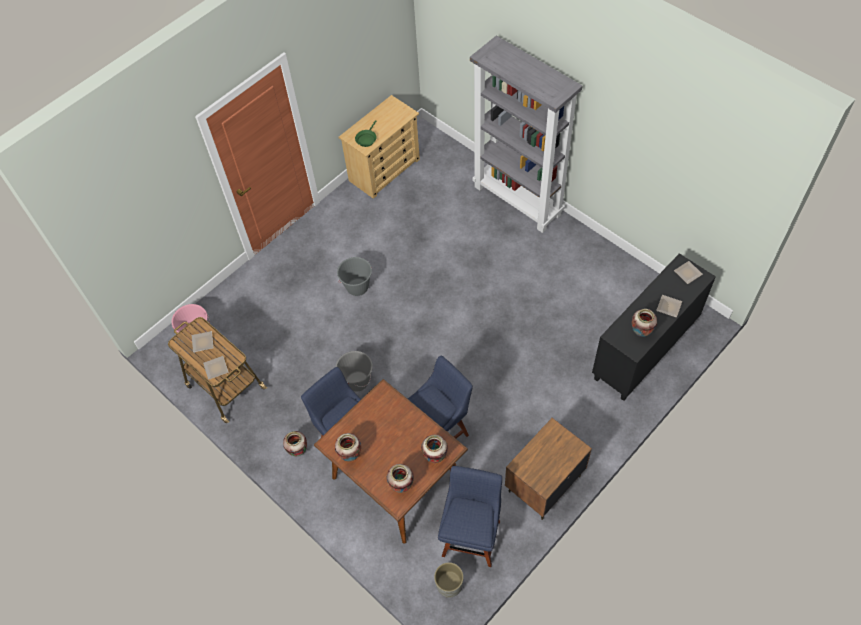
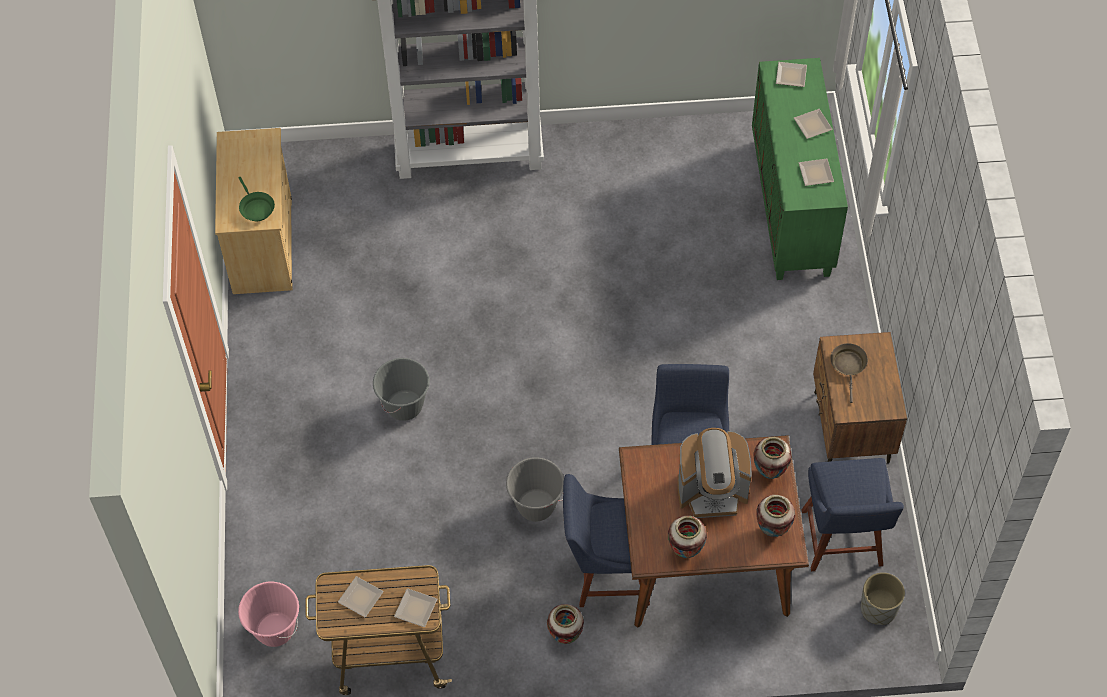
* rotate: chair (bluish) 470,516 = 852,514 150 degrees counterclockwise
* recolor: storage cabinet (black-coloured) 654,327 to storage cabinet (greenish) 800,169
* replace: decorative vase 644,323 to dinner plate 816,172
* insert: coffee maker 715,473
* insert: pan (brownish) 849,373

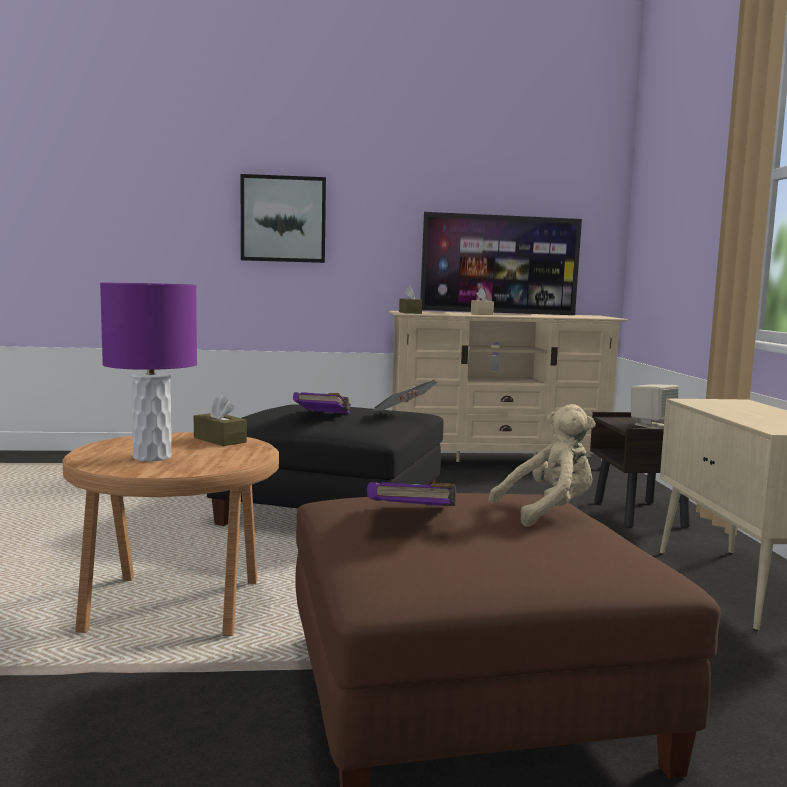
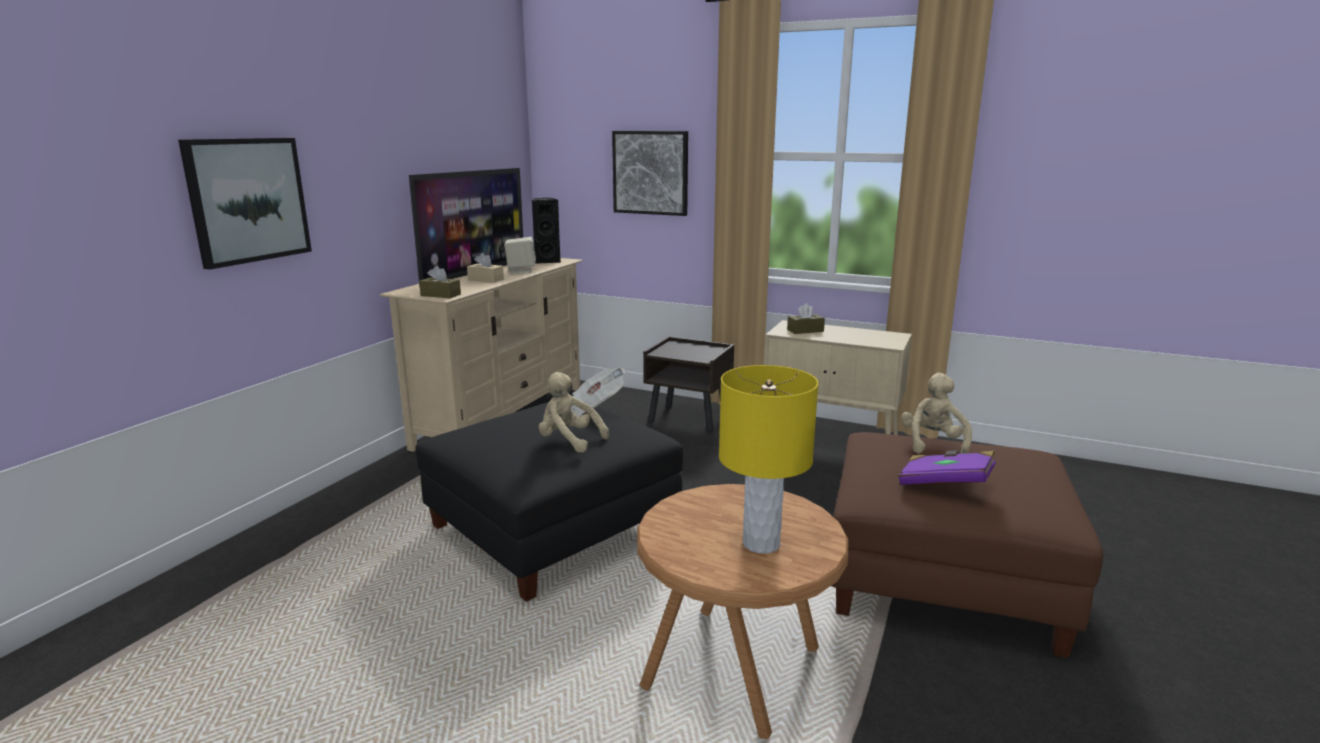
* recolor: table lamp (purple) 148,372 to table lamp (yellow-coloured) 768,459
* move: tissue box (brownish) 220,420 to 806,318
* replace: book (purple) 322,403 to plush toy (beige) 574,412
* move: loudspeaker (beige) 655,406 to 520,255
* insert: loudspeaker (black-coloured) 546,231
* insert: wall art 650,173

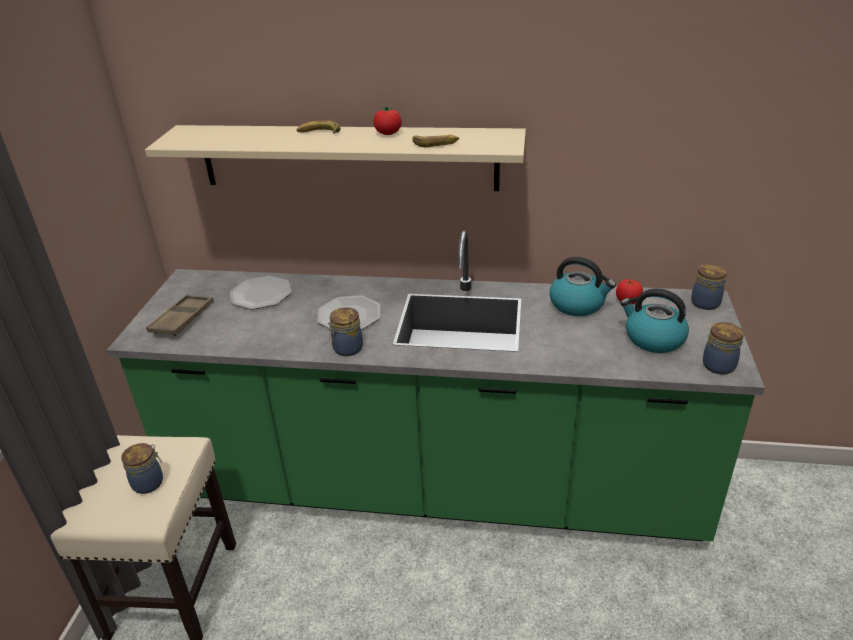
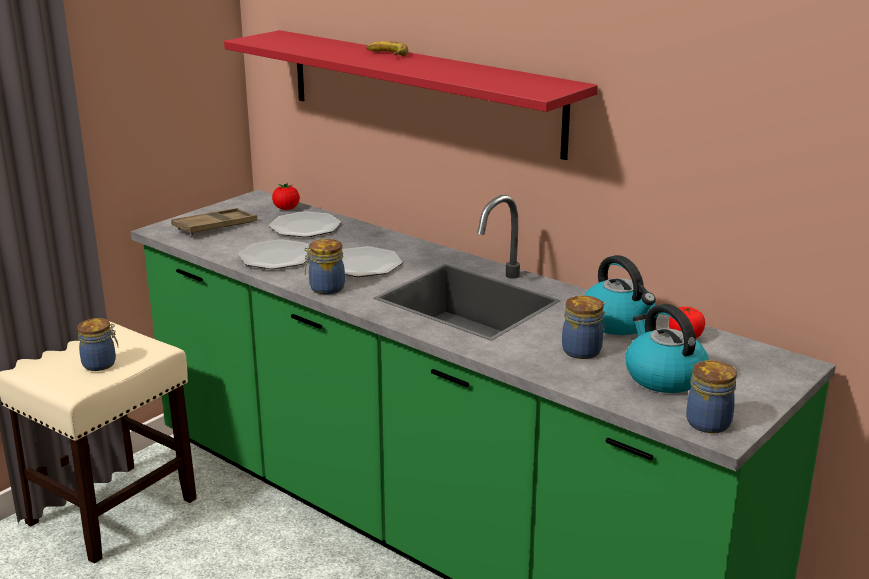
* recolor: bracket shelf (beige) 335,158 to bracket shelf (red) 411,95
* move: whole tomato 387,120 to 286,196
* delete: whole banana 435,141
* move: jar 709,287 to 583,327
* insert: dinner plate 274,254

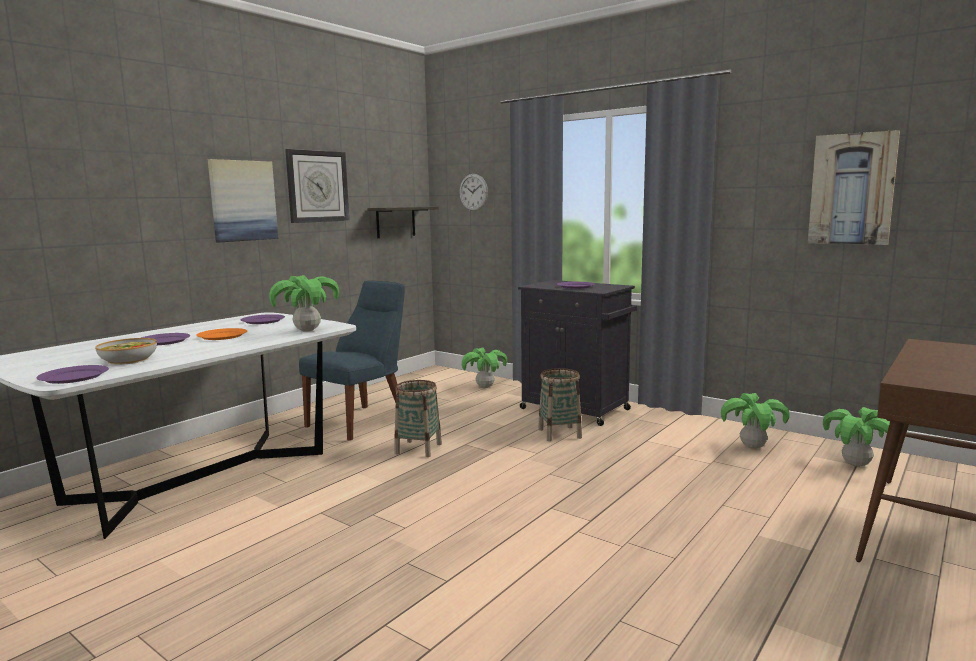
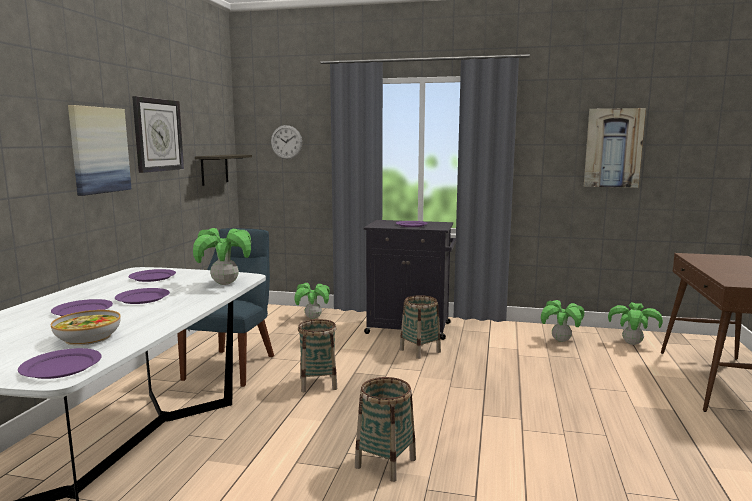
* recolor: dinner plate (orangey) 221,334 to dinner plate (purple) 142,296
* insert: household basket 385,429

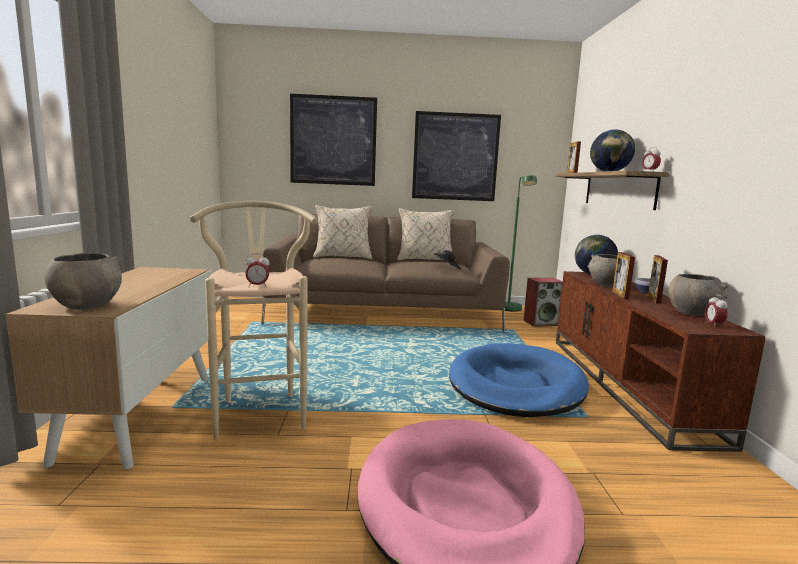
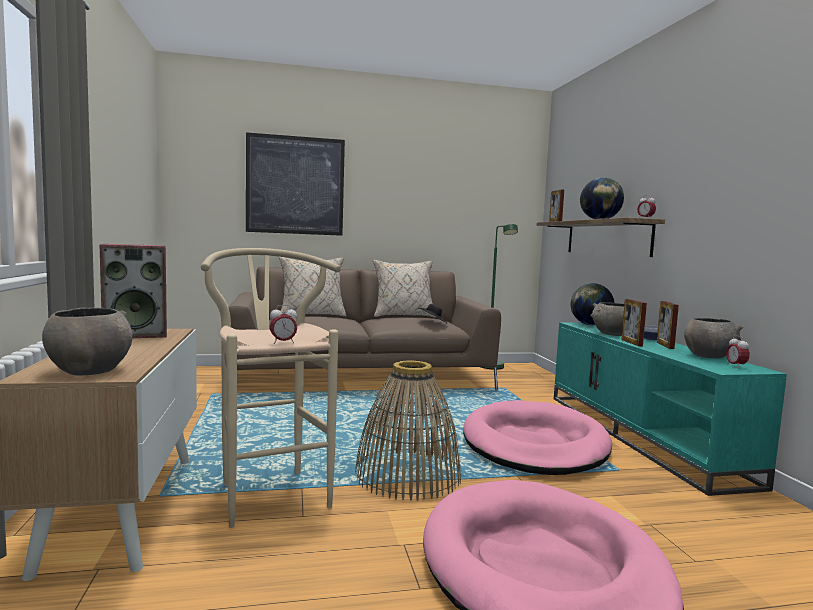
* delete: wall art 456,156
* recolor: dog bed (bluish) 519,380 to dog bed (pinkish) 537,437
* move: loudspeaker 543,302 to 133,291
* recolor: tv unit (brownish) 661,361 to tv unit (turquoise) 670,409
* insert: household basket 408,430

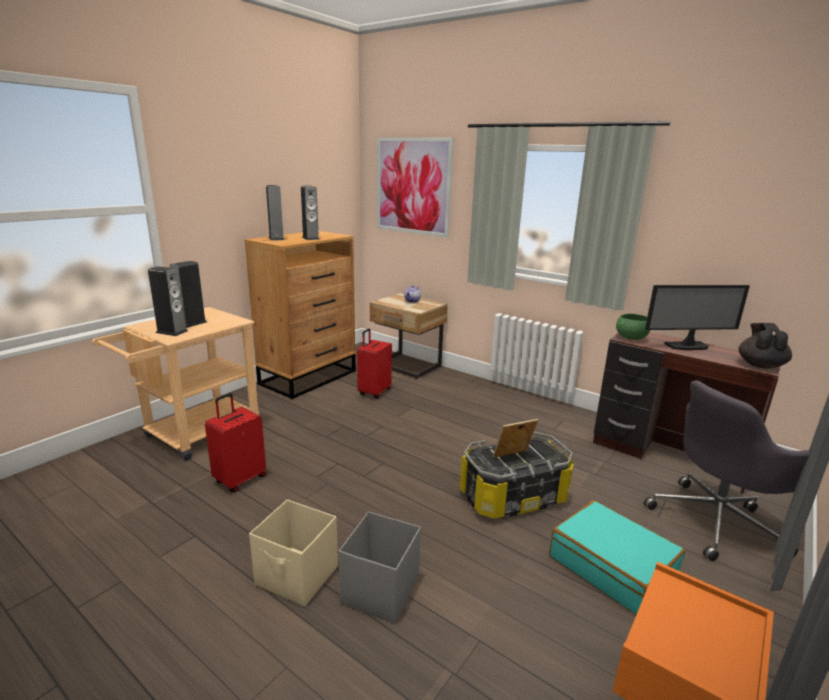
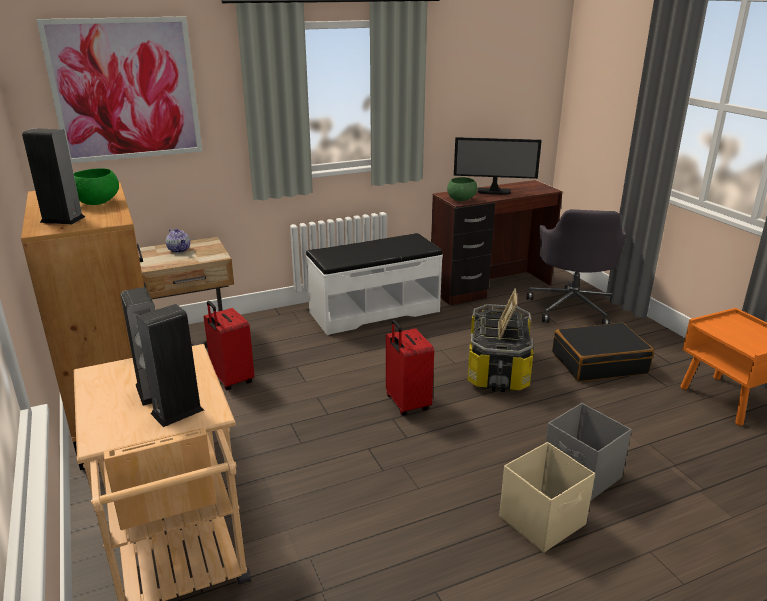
* move: travel case (red) 235,442 to 410,368
* replace: loudspeaker 310,212 to serving bowl (greenish) 96,187
* recolor: travel case (turquoise) 617,557 to travel case (black-coloured) 603,352
* rotate: computer display 697,317 = 498,166 75 degrees clockwise
* delete: tea pot (black-coloured) 765,346
* insert: long seat (white) 374,284

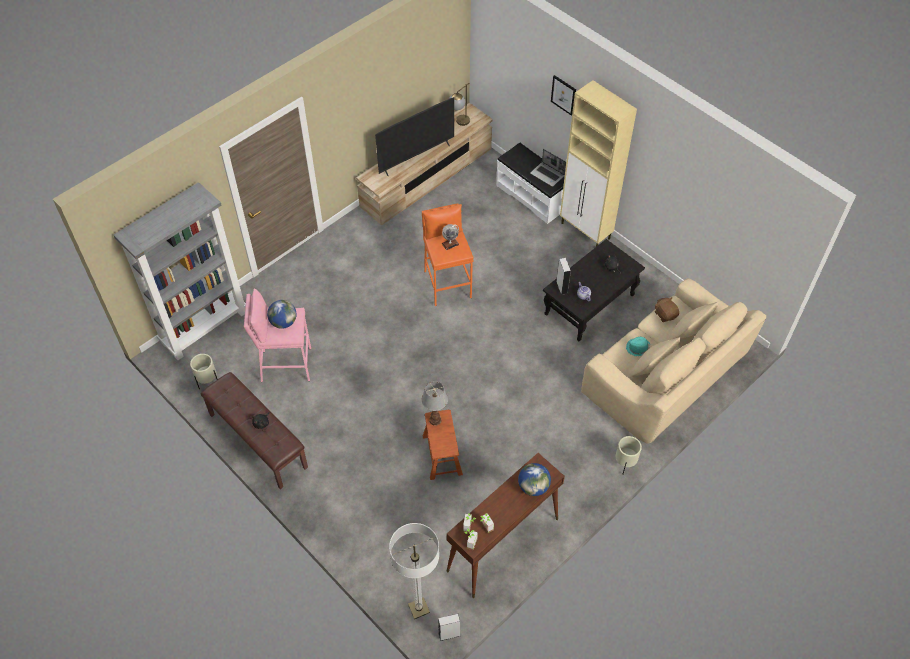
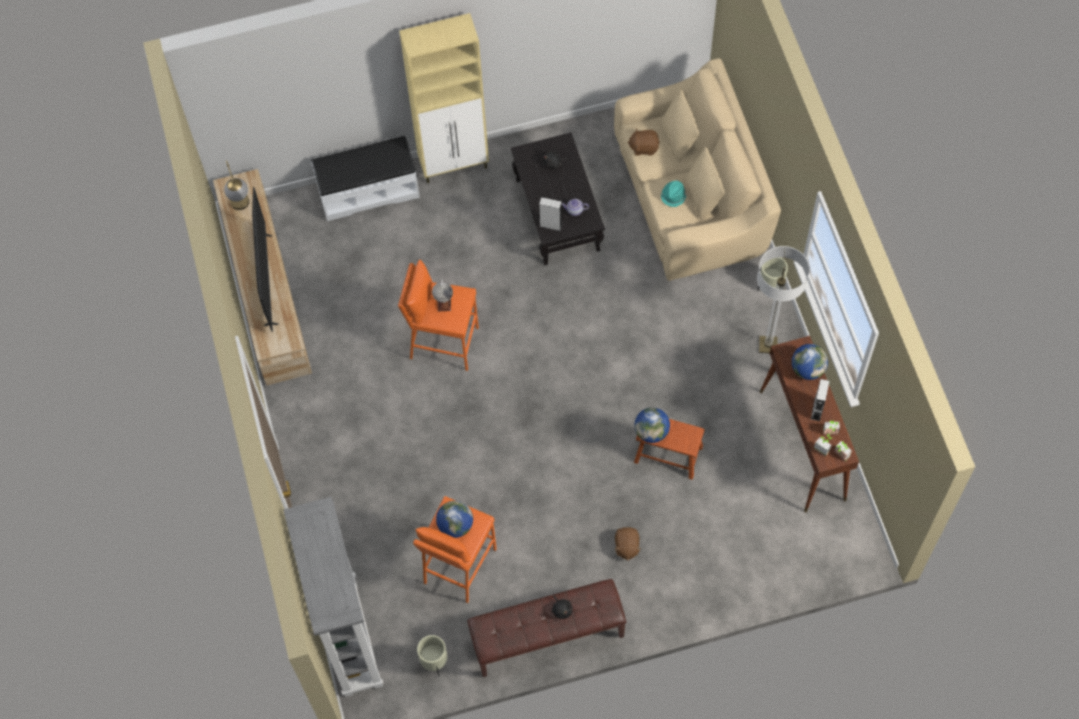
* recolor: stool (pinkish) 277,335 to stool (orangey) 455,549
* move: standing lamp 414,571 to 783,299
* replace: table lamp 435,403 to globe 652,425
* move: loudspeaker (gray) 449,627 to 820,400
* delete: laptop 548,168
* delete: wall art 563,95
* insert: plush toy (brownish) 628,544

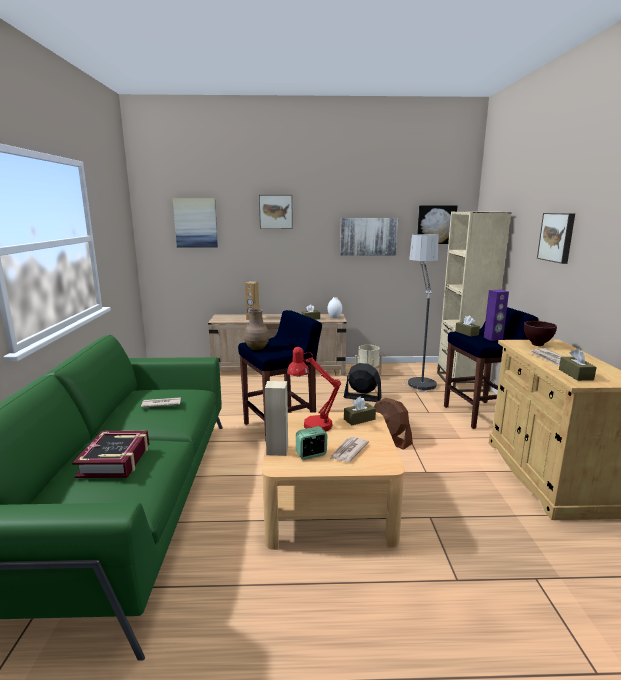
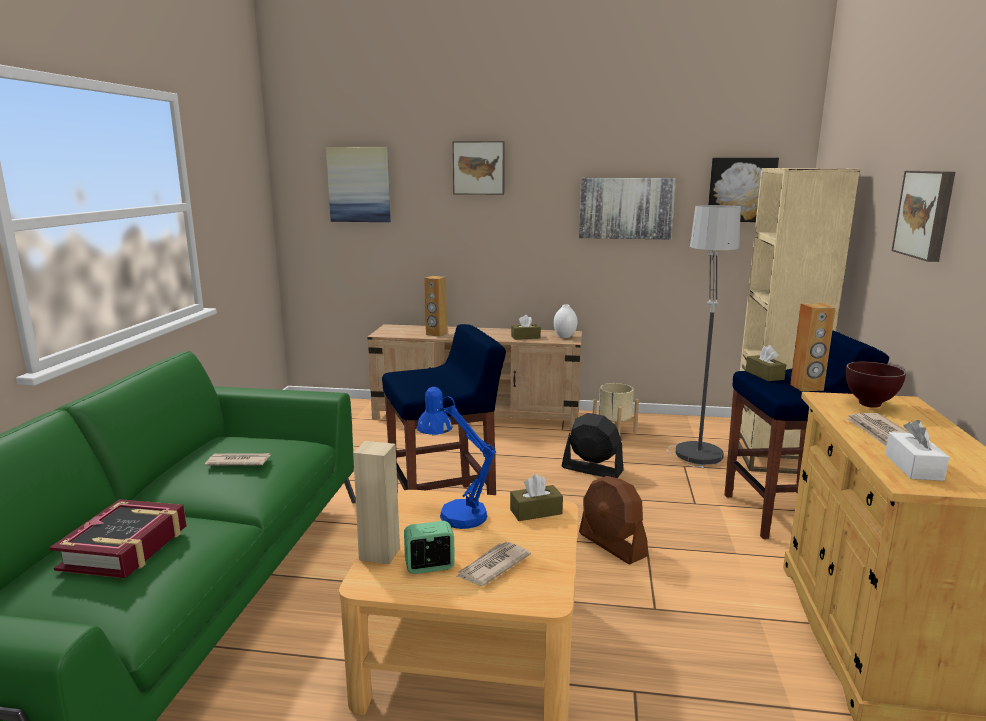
* delete: decorative vase (brownish) 256,329
* recolor: table lamp (red) 314,389 to table lamp (bluish) 456,458
* recolor: loudspeaker (purple) 496,315 to loudspeaker (brownish) 813,347
* recolor: tissue box (brownish) 578,365 to tissue box (white) 917,450

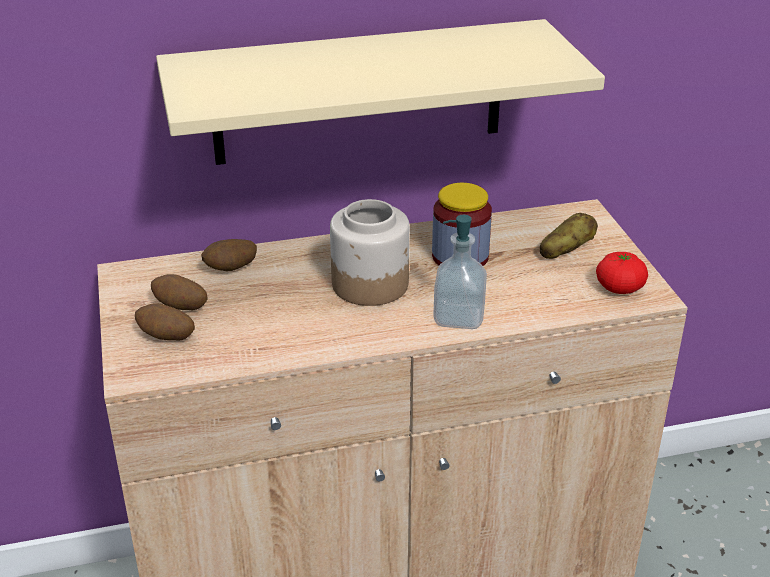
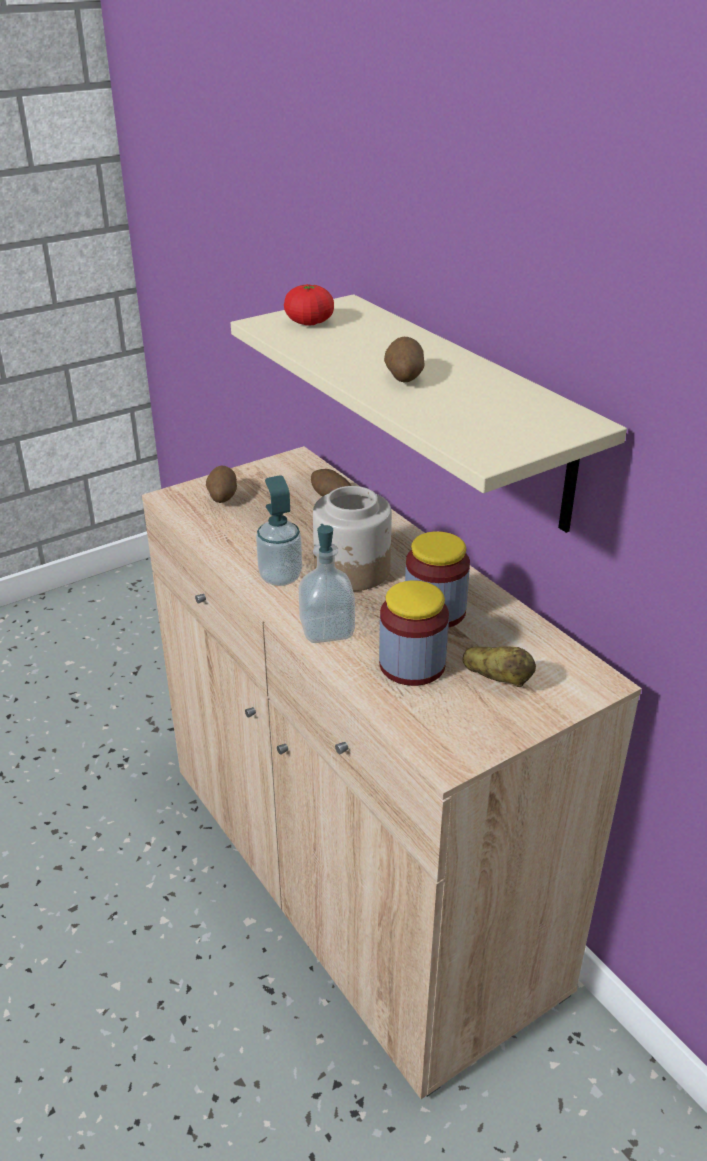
* move: spud 179,292 to 404,360
* move: whole tomato 622,273 to 309,305
* insert: liquid soap bottle 279,530
* insert: jar 414,633

